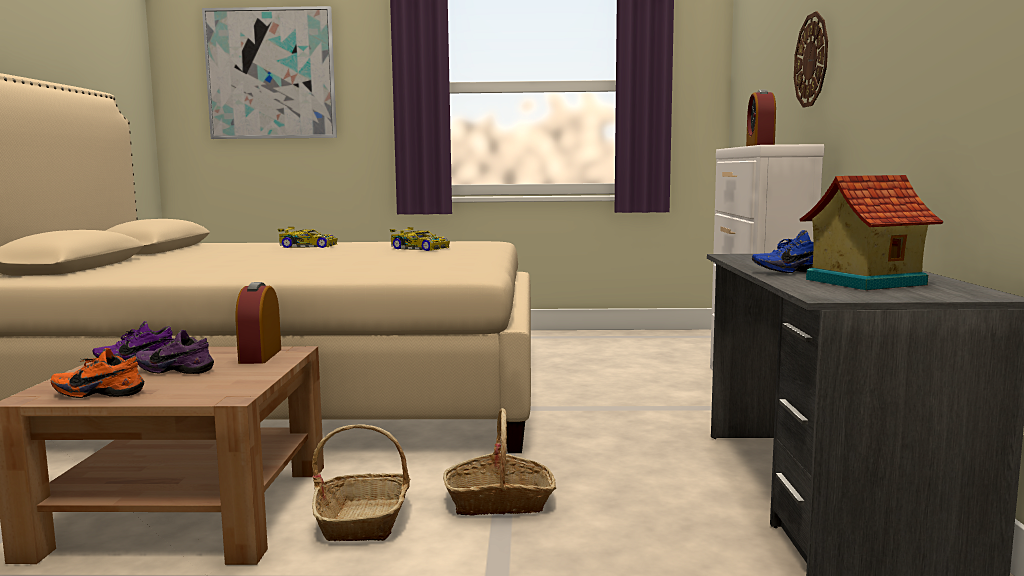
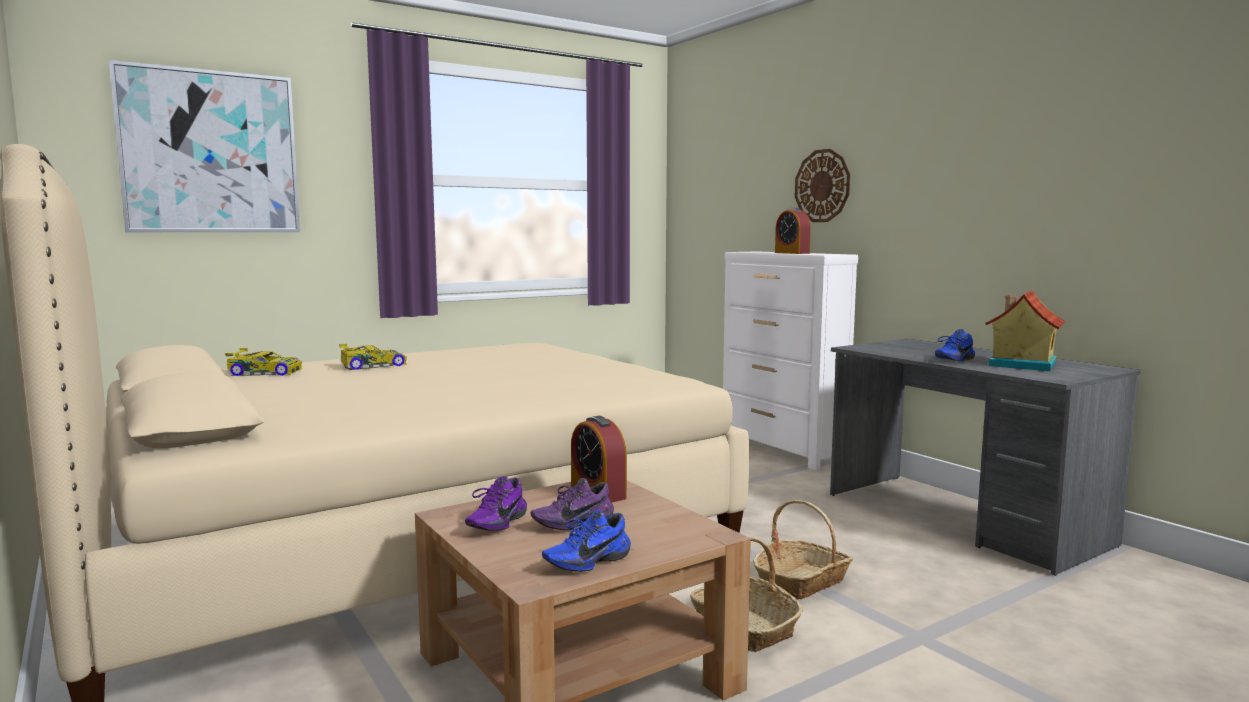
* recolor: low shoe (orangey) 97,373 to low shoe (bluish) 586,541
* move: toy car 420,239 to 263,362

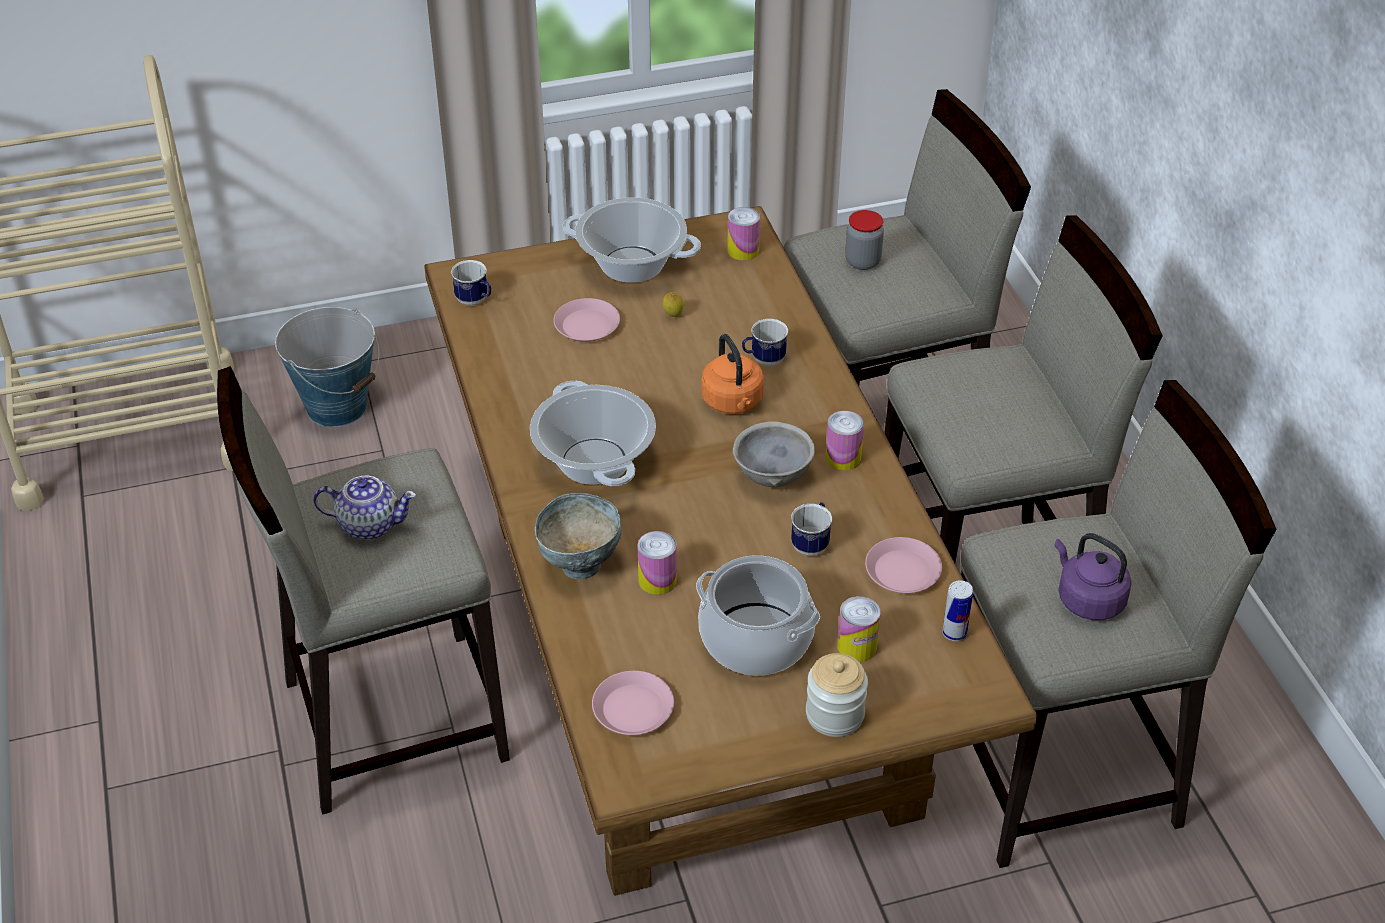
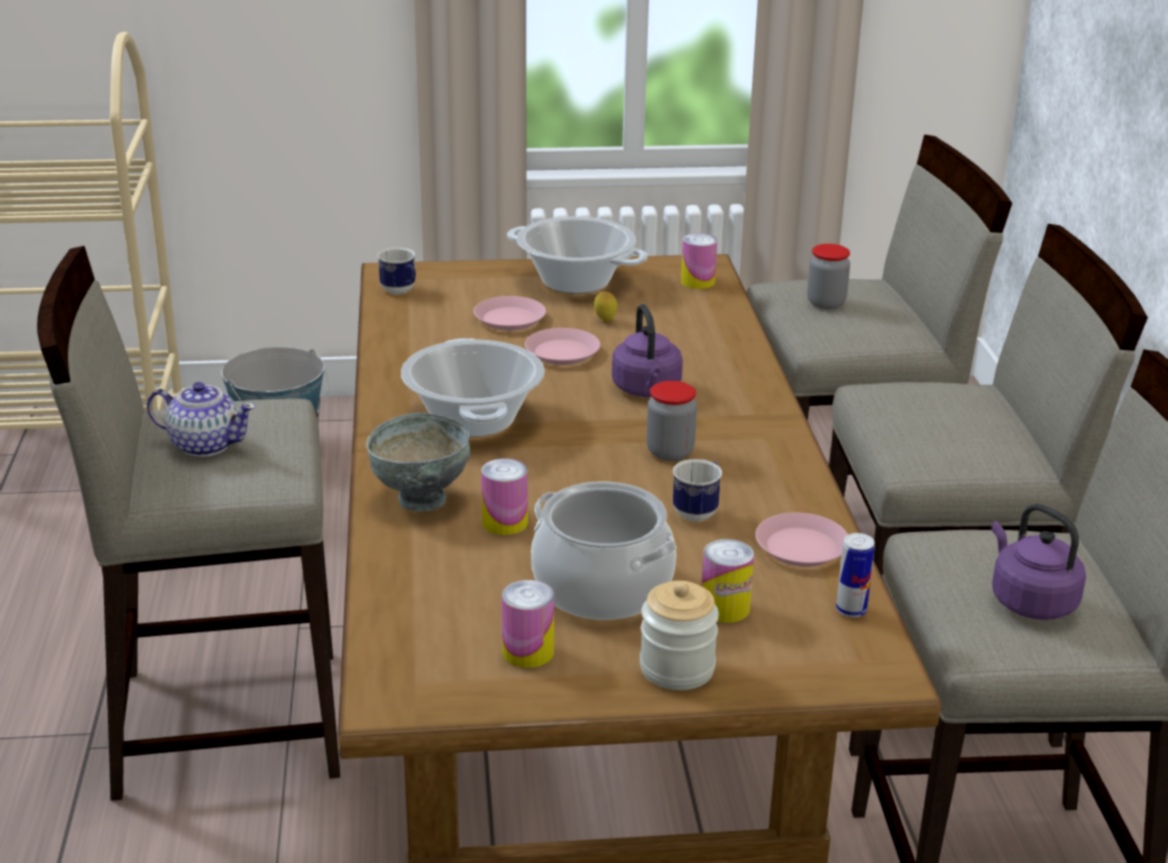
* move: dinner plate (pinkish) 633,703 to 562,346
* recolor: kettle (orangey) 733,374 to kettle (purple) 647,350
* replace: serving bowl (gray) 774,454 to jar 672,421
* delete: mug 765,342
* move: sealed can 844,441 to 528,624

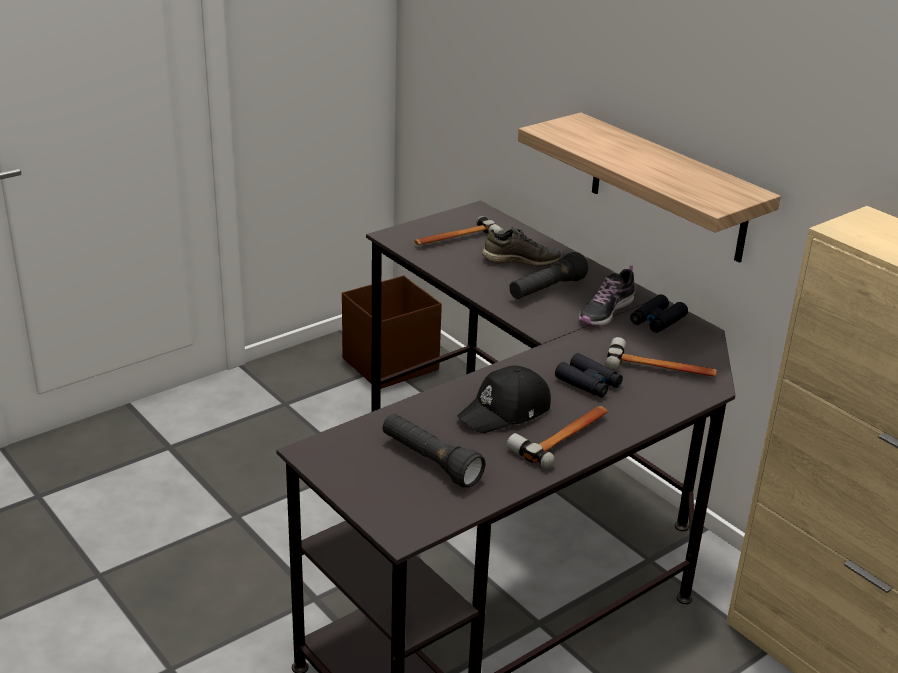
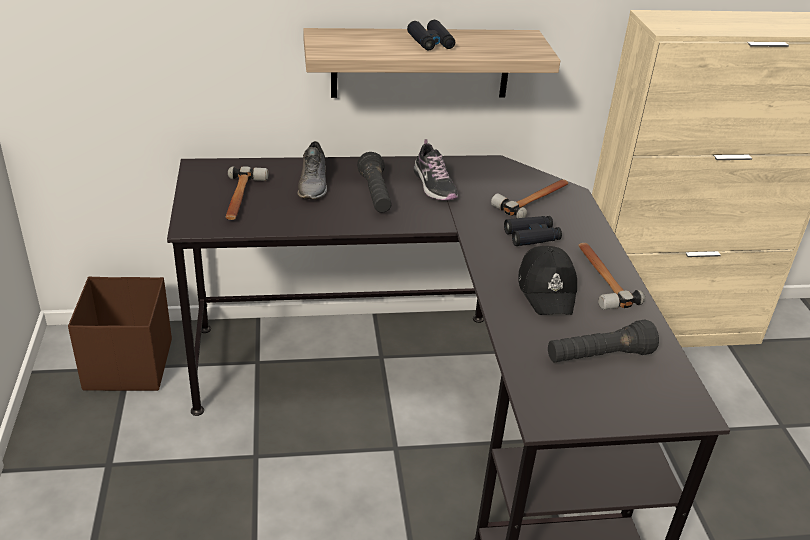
* rotate: low shoe (gray) 522,246 = 312,170 150 degrees clockwise
* move: binoculars (black-coloured) 659,313 to 431,35

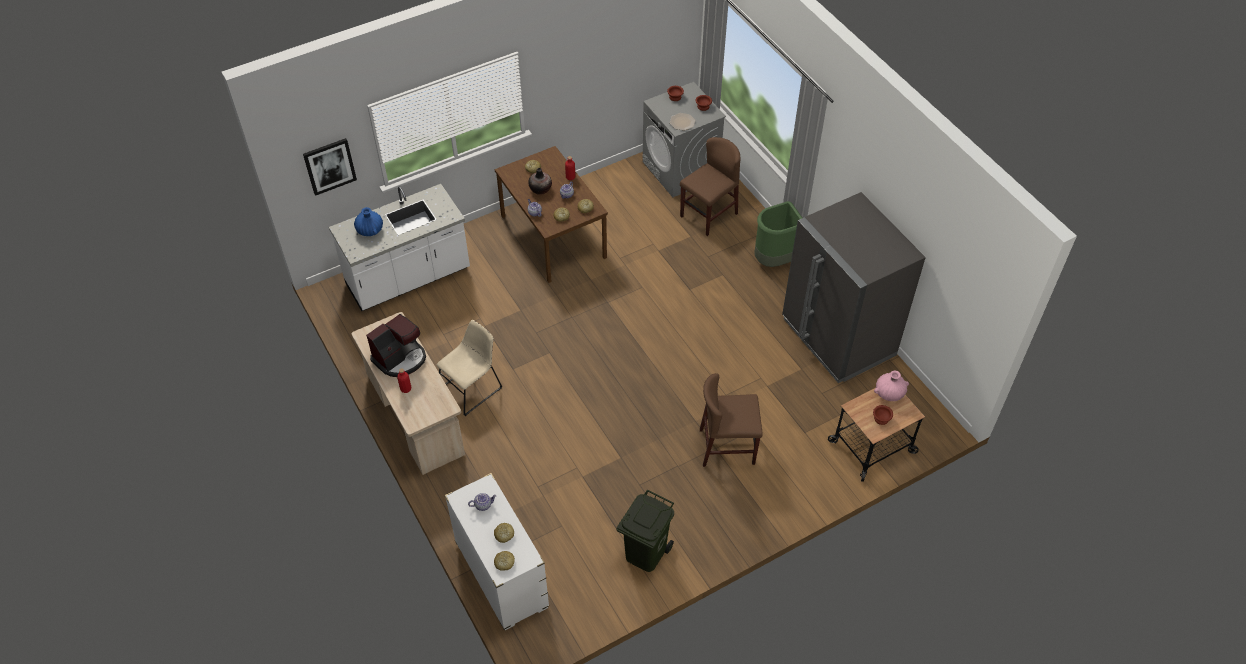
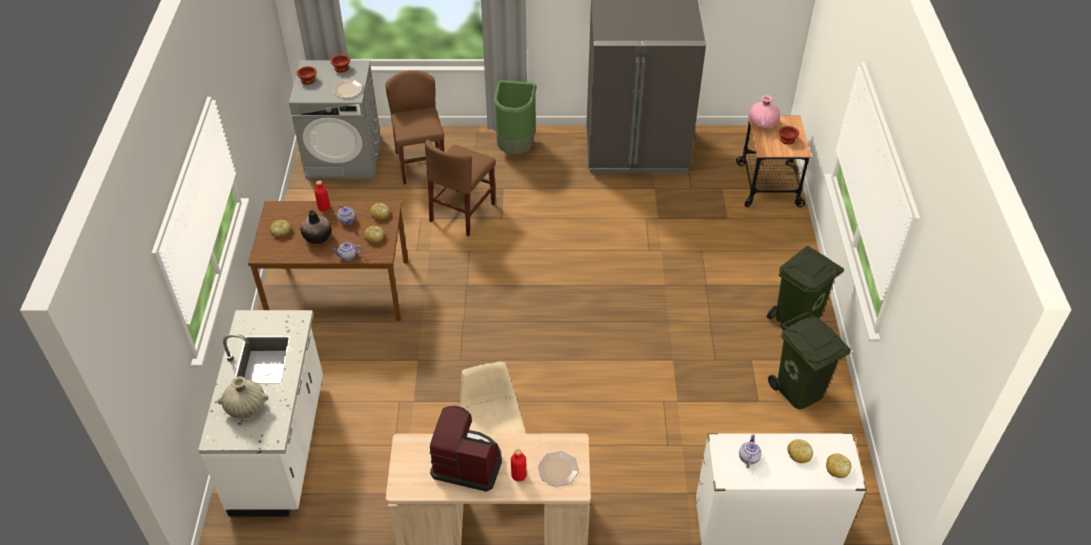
* delete: wall art 330,167
* recolor: decorative vase (bluish) 368,221 to decorative vase (beige) 243,397
* rotate: coffee maker 396,345 = 466,449 60 degrees counterclockwise
* move: chair (brownish) 731,420 to 460,188
* insert: dinner plate 558,469
* insert: rubbish bin (greenish) 805,286

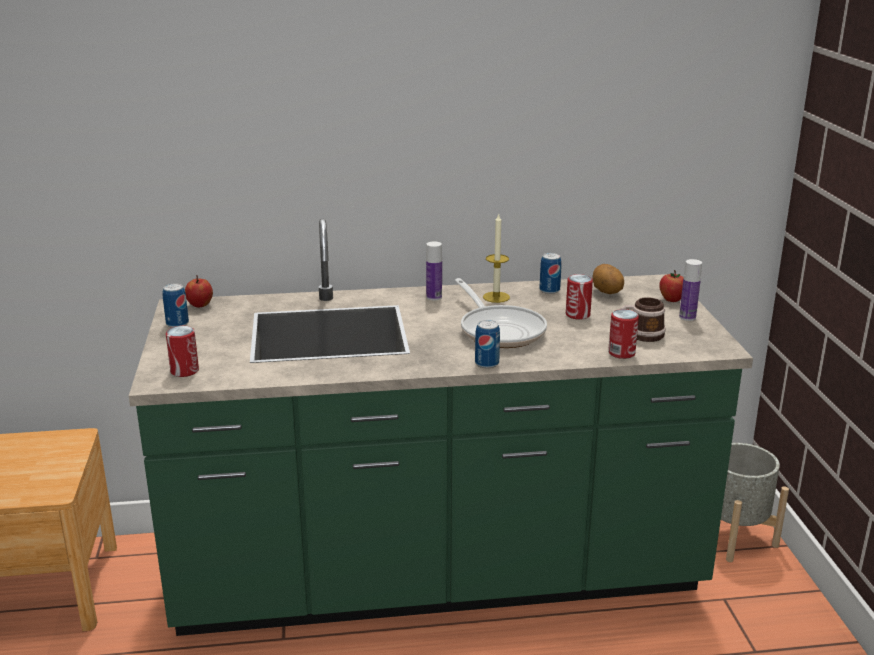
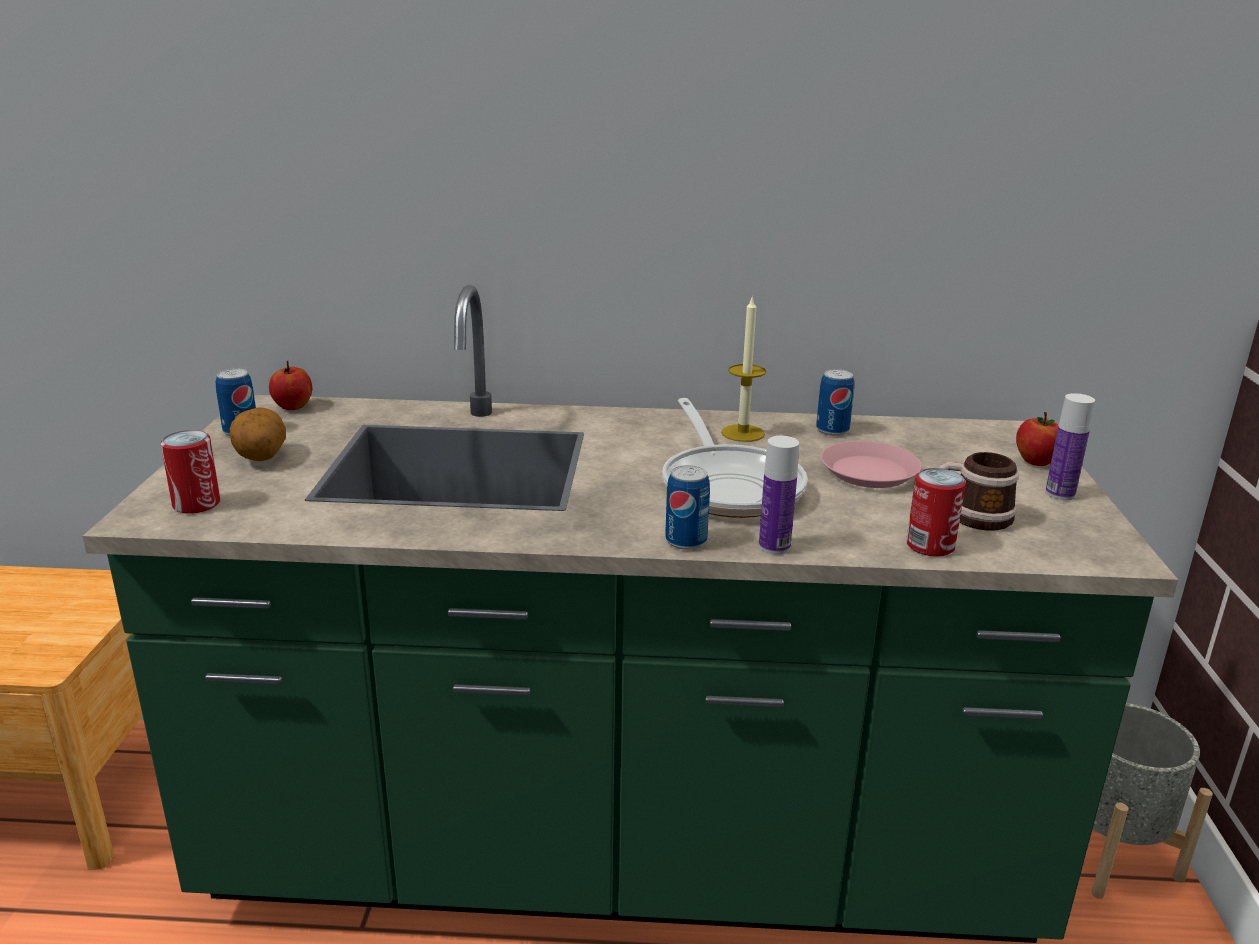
* move: drink bottle 434,270 to 779,495
* replace: sealed can 579,297 to dinner plate (pinkish) 871,464
* move: spud 608,279 to 258,434

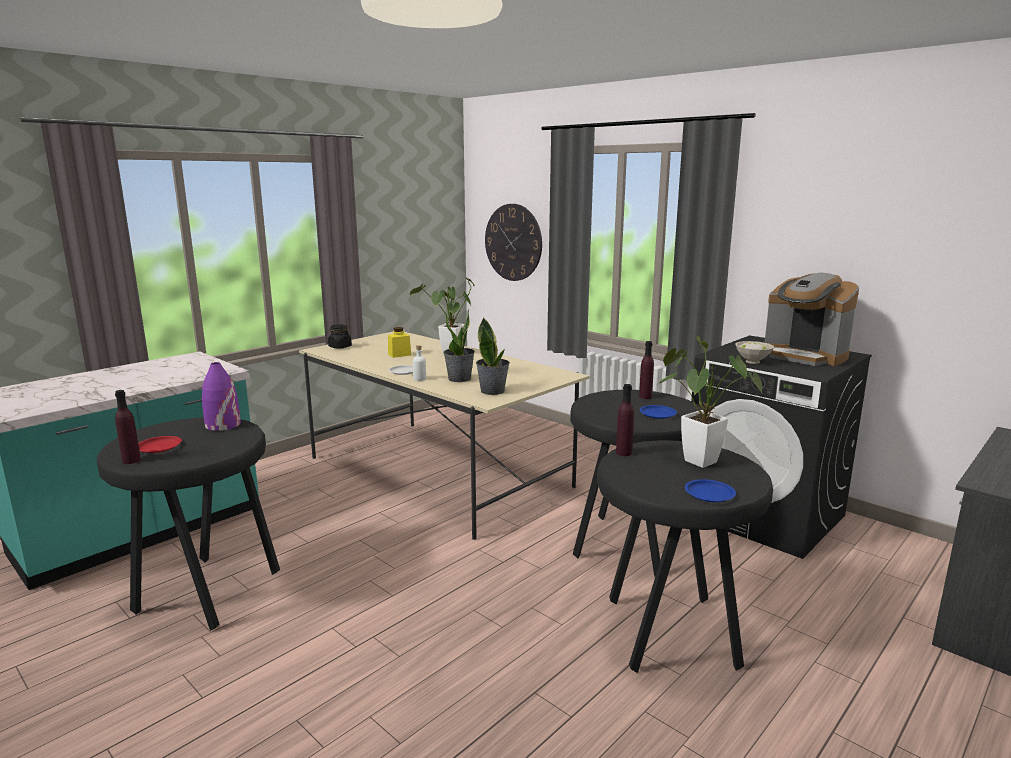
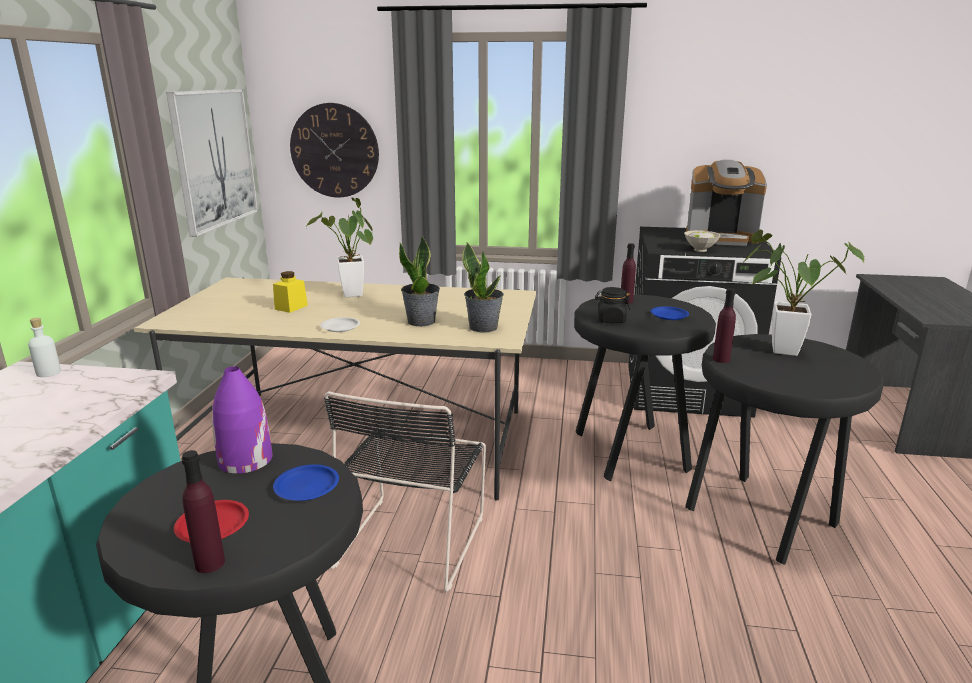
* move: jar (black-coloured) 340,336 to 612,305
* move: drink bottle (white) 419,363 to 44,347
* move: dinner plate (bluish) 710,490 to 306,482
* insert: wall art 212,163
* insert: chair (black-coloured) 405,491

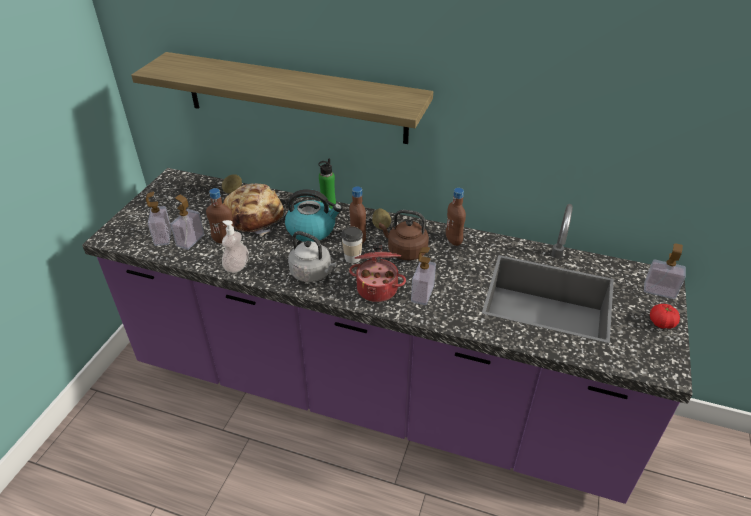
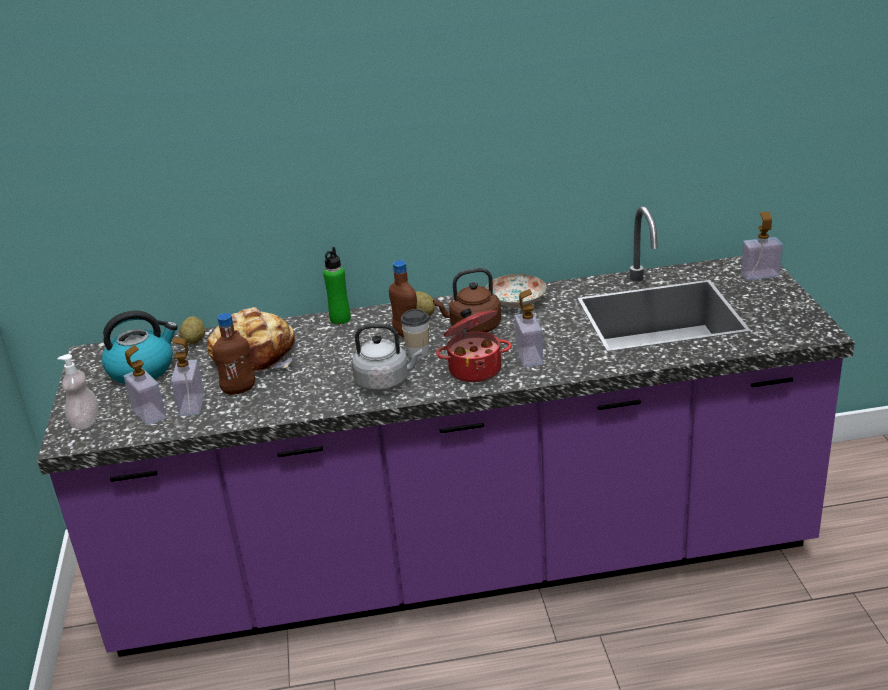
* delete: bracket shelf 282,98
* move: liquid soap bottle 235,246 to 78,392
* move: kettle 313,215 to 140,347
* replace: drink bottle (brownish) 456,217 to dinner plate 516,291
* delete: whole tomato 665,316

